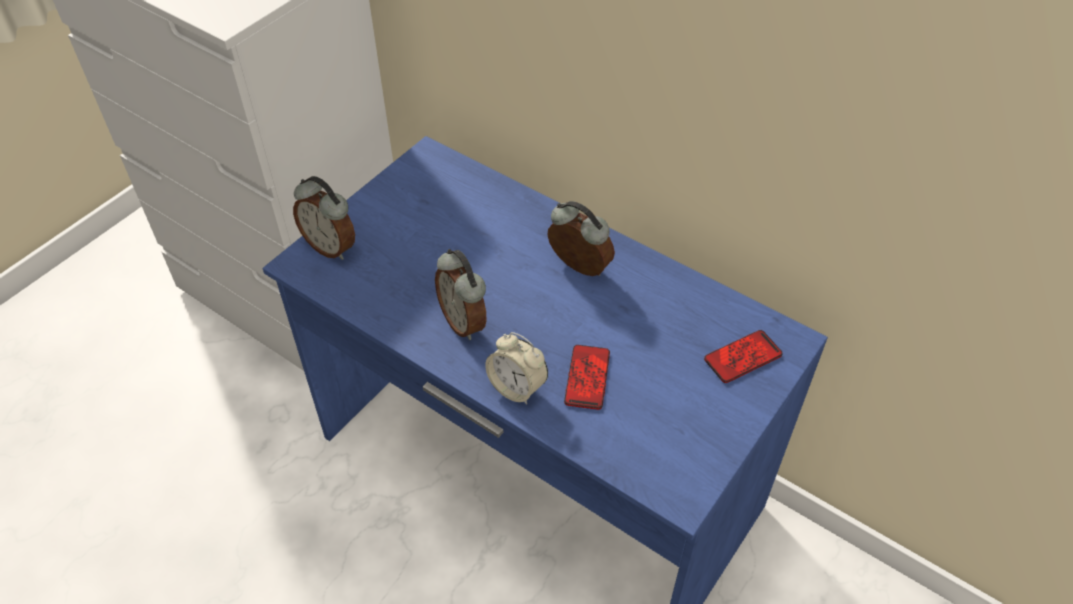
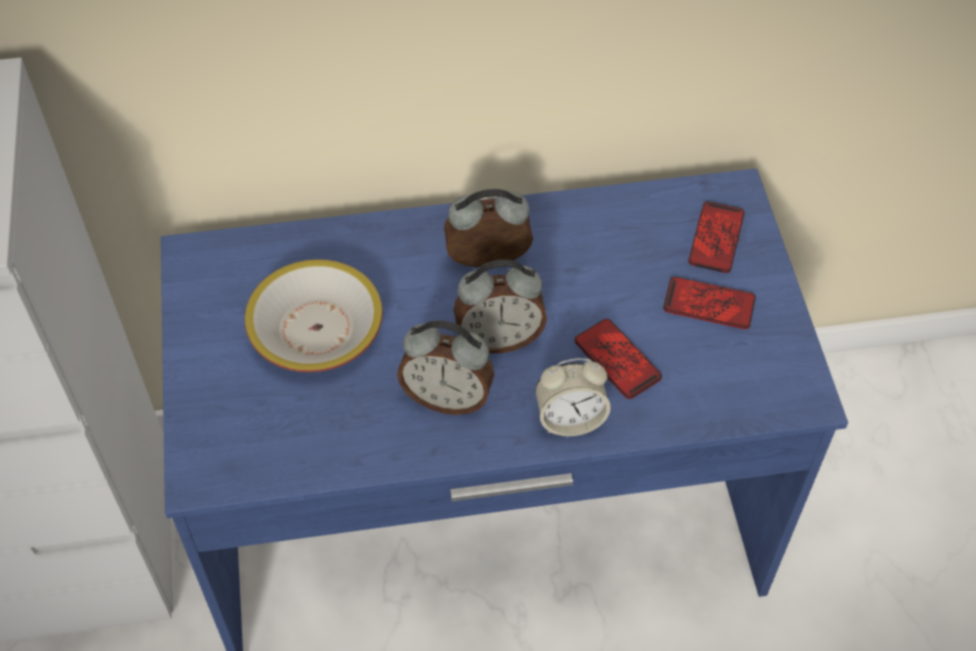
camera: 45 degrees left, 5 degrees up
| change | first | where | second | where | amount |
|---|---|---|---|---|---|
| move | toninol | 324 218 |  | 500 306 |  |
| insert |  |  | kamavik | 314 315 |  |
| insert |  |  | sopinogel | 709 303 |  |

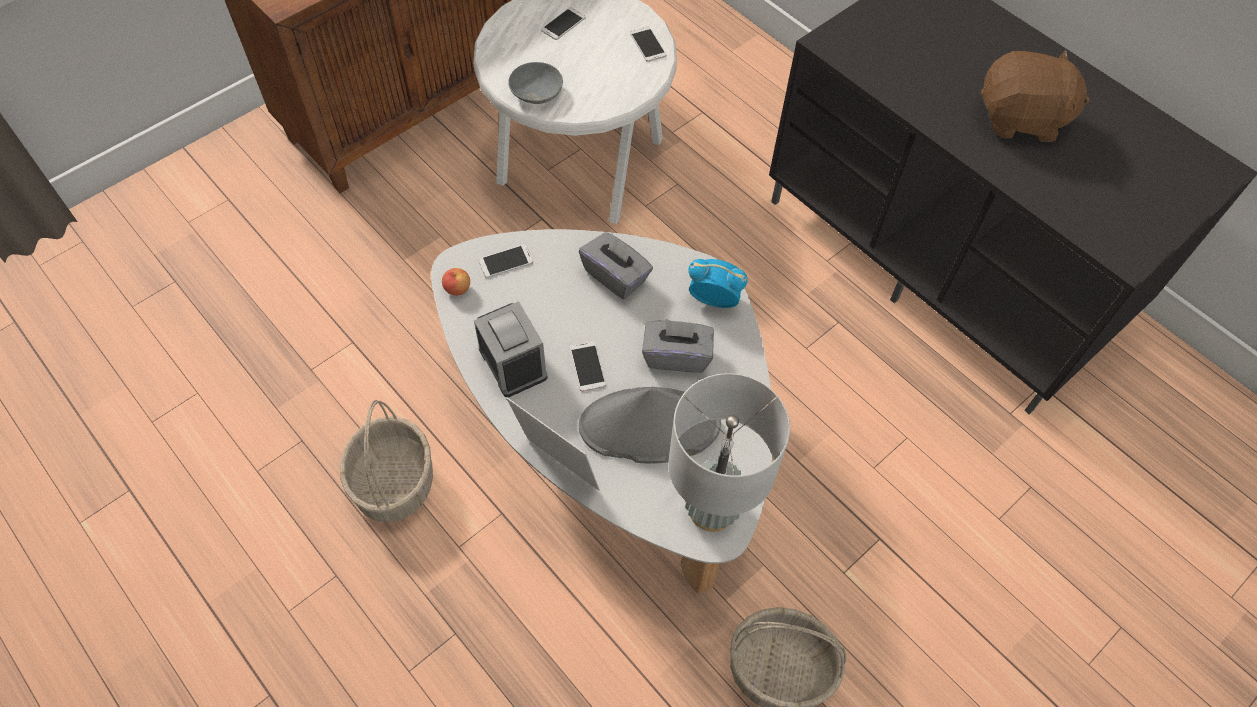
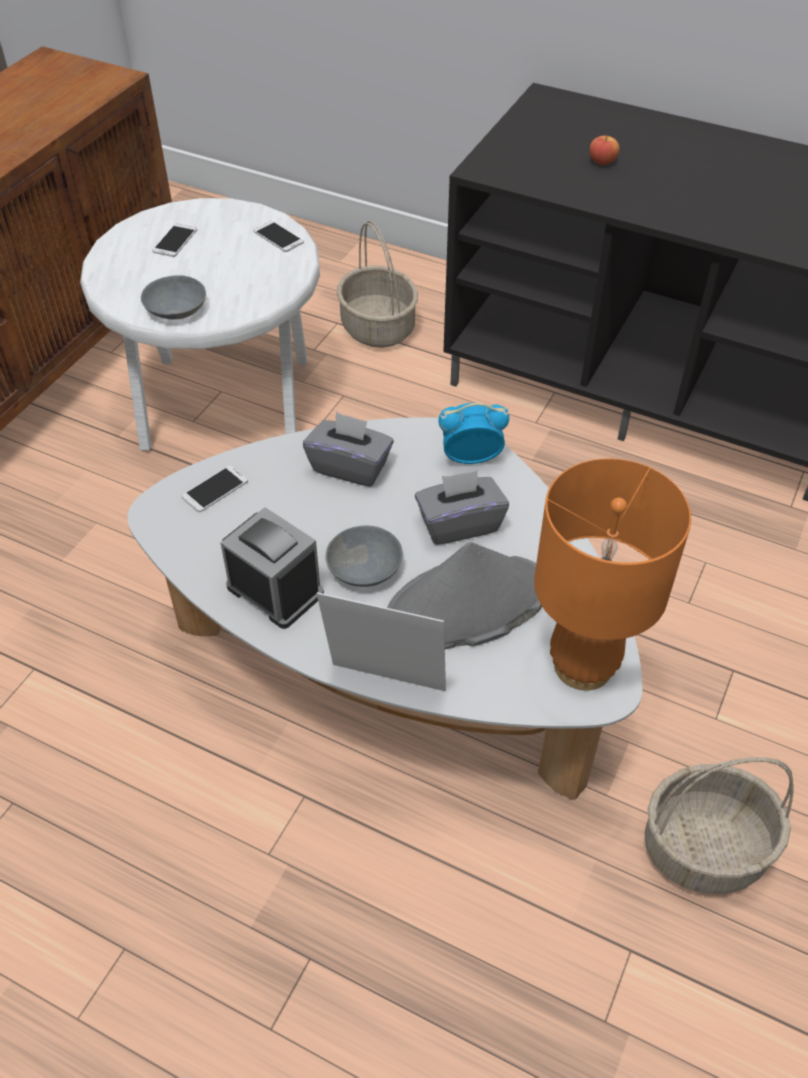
camera: 20 degrees left, 10 degrees down
| change | first | where | second | where | amount |
|---|---|---|---|---|---|
| delete | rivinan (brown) | 1035 96 |  |  |  |
| move | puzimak | 456 282 |  | 604 150 |  |
| replace | sopinogel | 588 366 | kamavik (grey) | 364 556 |  |
| recolor | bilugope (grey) | 729 452 | bilugope (orange) | 612 574 |  |
| move | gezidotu | 386 461 |  | 377 284 |  |

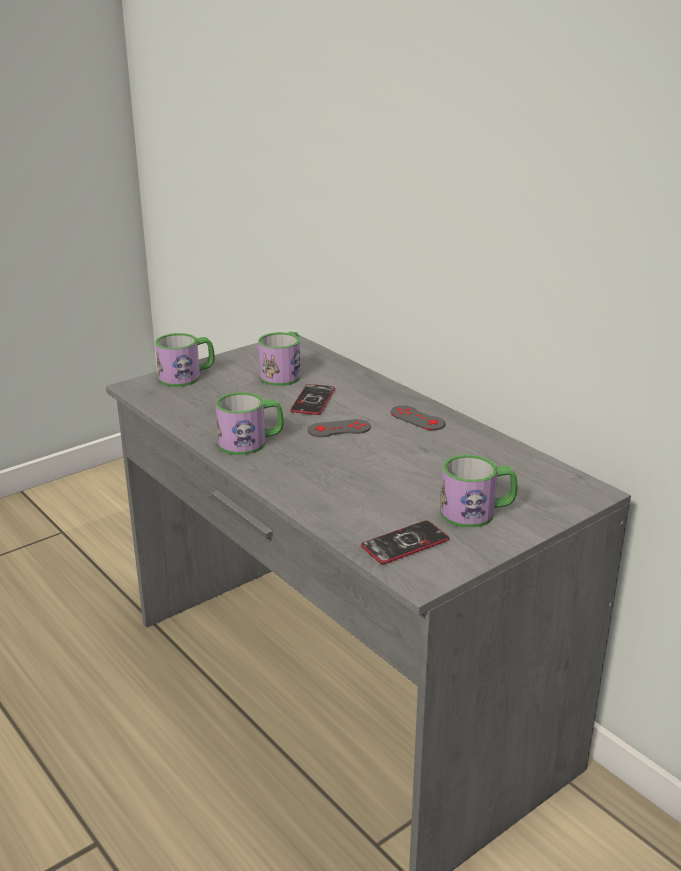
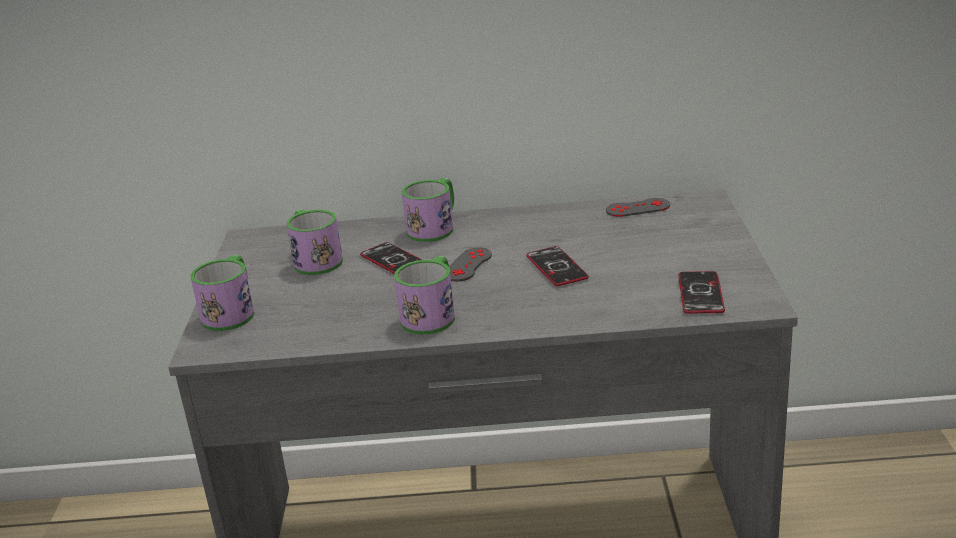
camera: 50 degrees left, 0 degrees up
| change | first | where | second | where | amount |
|---|---|---|---|---|---|
| move | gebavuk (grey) | 418 418 |  | 638 207 |  |
| move | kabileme | 478 491 |  | 428 210 |  |
| insert |  |  | sopinogel | 557 266 |  |

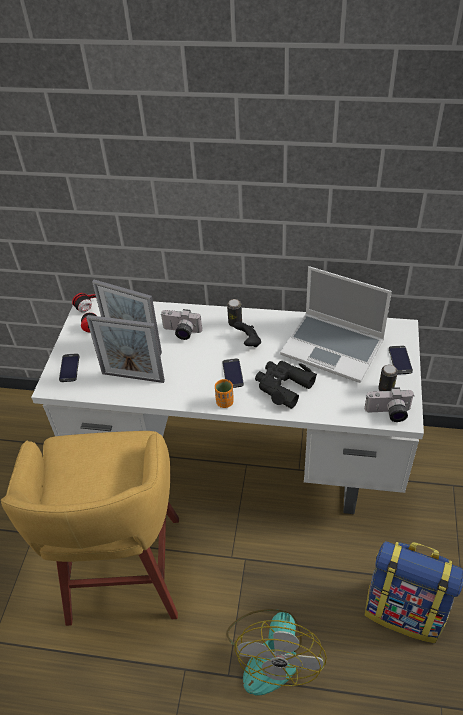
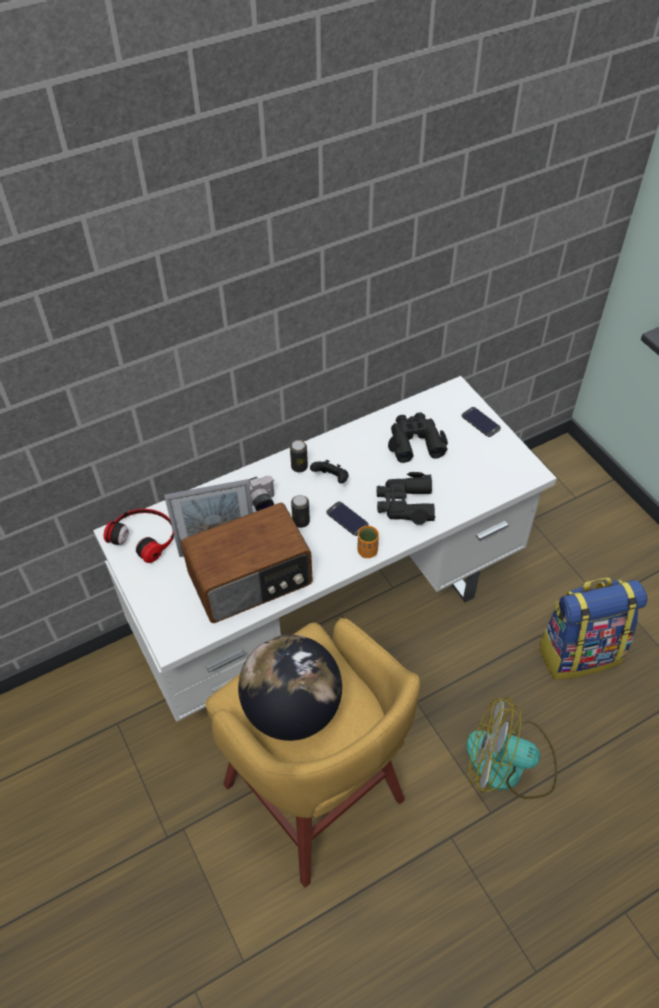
camera: 40 degrees left, 5 degrees up
| change | first | where | second | where | amount |
|---|---|---|---|---|---|
| replace | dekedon | 336 324 | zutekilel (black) | 418 437 |  |
| replace | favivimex | 125 349 | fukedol | 247 563 |  |
| delete | sopinogel | 69 367 |  |  |  |
| move | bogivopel | 388 378 |  | 300 511 |  |
| delete | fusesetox | 390 404 |  |  |  |
| rotate | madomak | 276 652 |  | 511 748 | 135 degrees clockwise |
| insert |  |  | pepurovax | 290 688 |  |

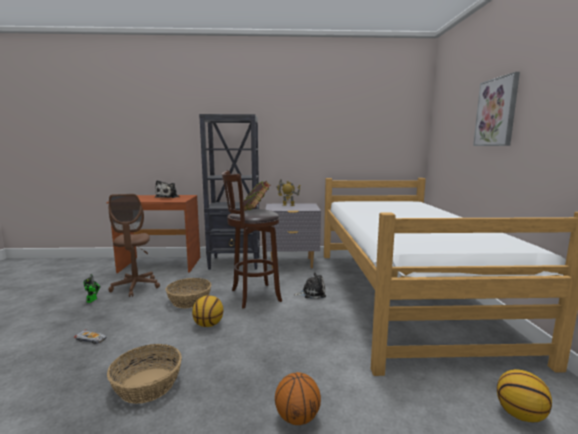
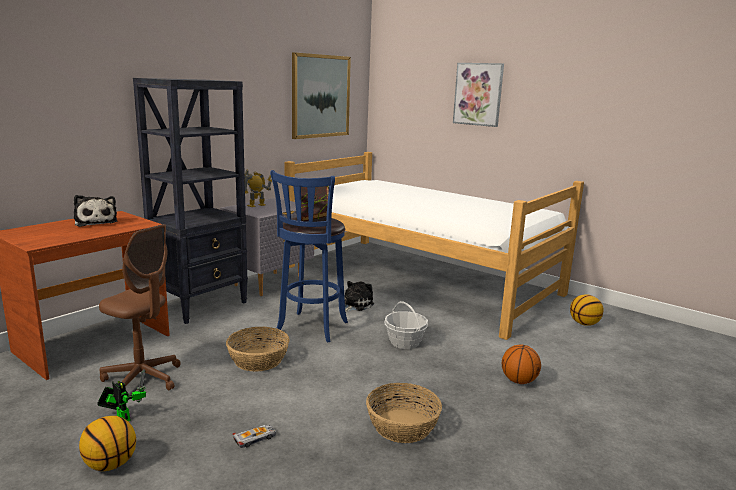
camera: 50 degrees left, 5 degrees up
| change | first | where | second | where | amount |
|---|---|---|---|---|---|
| recolor | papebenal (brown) | 252 239 | papebenal (blue) | 309 256 |  |
| move | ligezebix | 207 311 |  | 107 443 |  |
| insert |  |  | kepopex | 321 95 |  |
| insert |  |  | gezidotu | 406 325 |  |

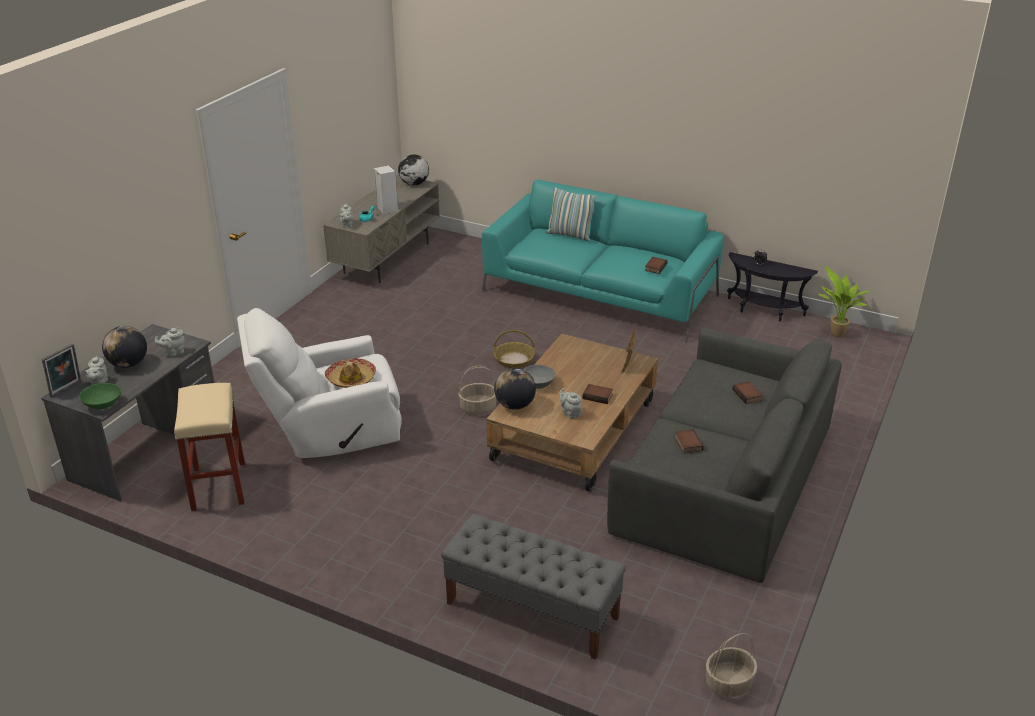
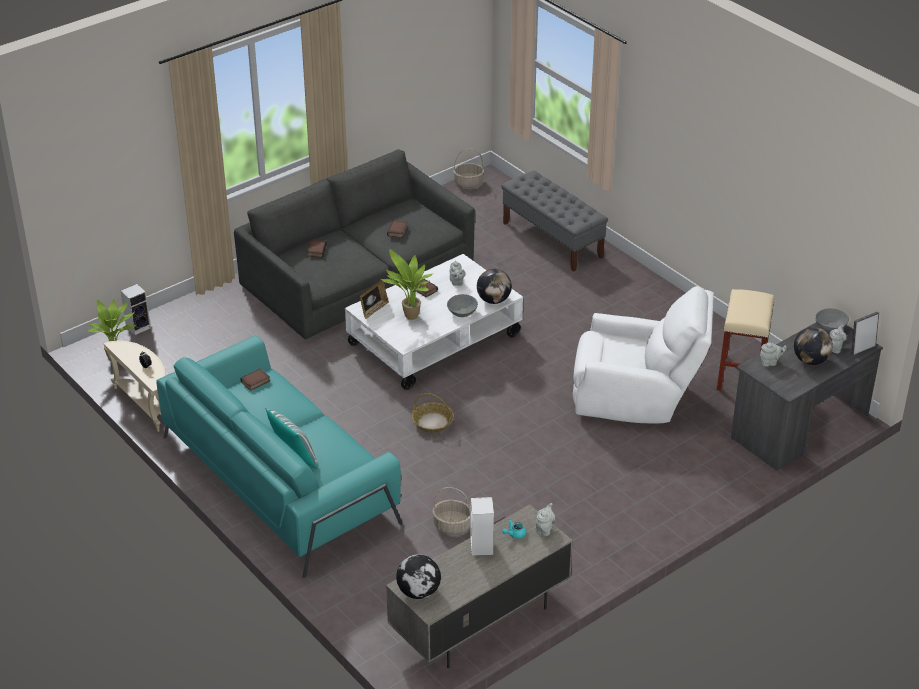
camera: 155 degrees left, 5 degrees up
| change | first | where | second | where | amount |
|---|---|---|---|---|---|
| recolor | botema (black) | 772 286 | botema (beige) | 134 386 |  |
| recolor | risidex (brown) | 572 413 | risidex (white) | 434 322 |  |
| delete | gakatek | 350 373 |  |  |  |
| move | gezidotu | 477 390 |  | 451 510 |  |
| recolor | kamavik (green) | 100 396 | kamavik (grey) | 832 319 |  |
| insert |  |  | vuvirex | 406 284 |  |
| insert |  |  | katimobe | 136 309 |  |

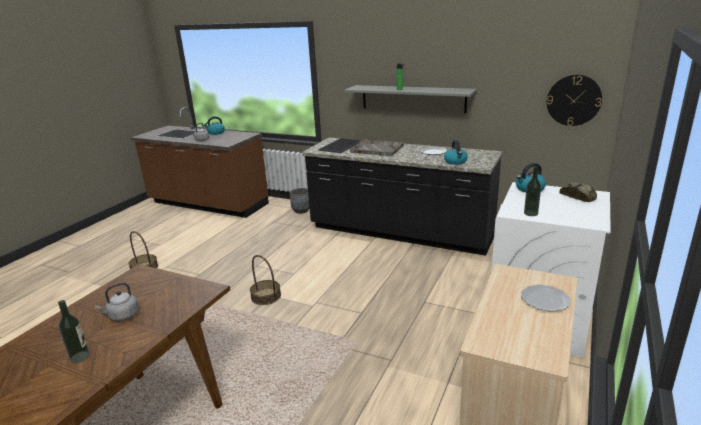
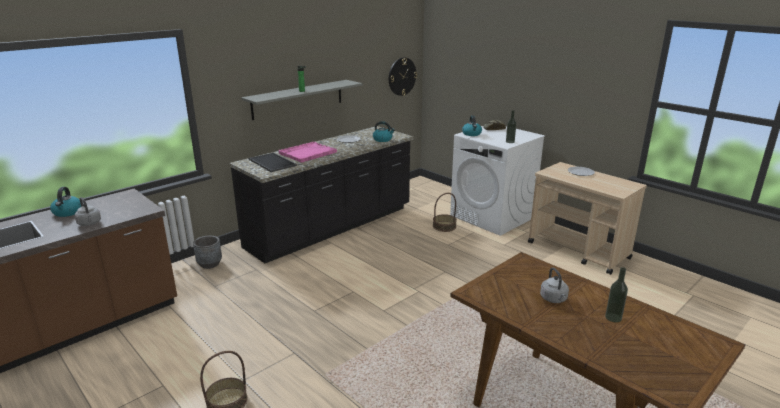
camera: 70 degrees left, 0 degrees up
| change | first | where | second | where | amount |
|---|---|---|---|---|---|
| recolor | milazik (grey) | 377 147 | milazik (pink) | 308 152 |  |
| move | gezidotu | 265 280 |  | 445 212 |  |

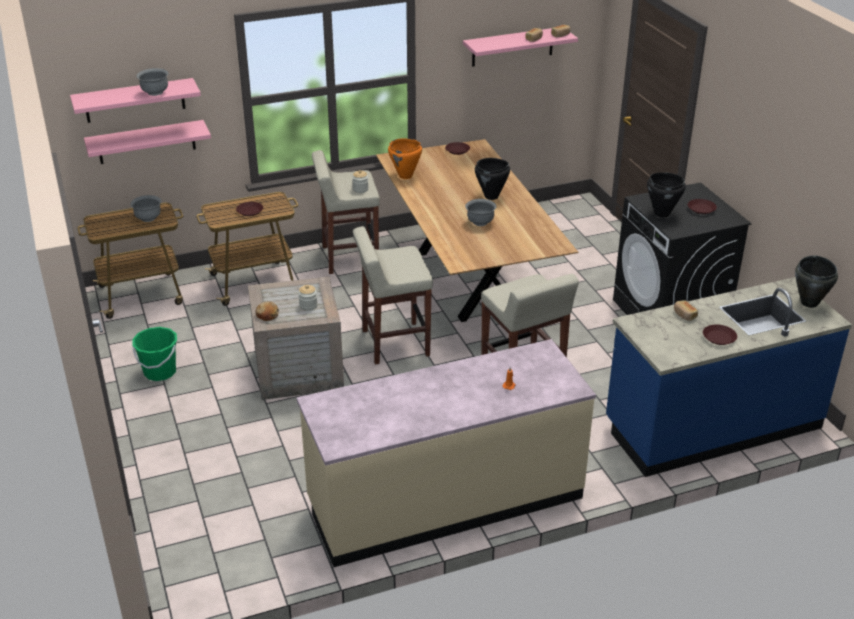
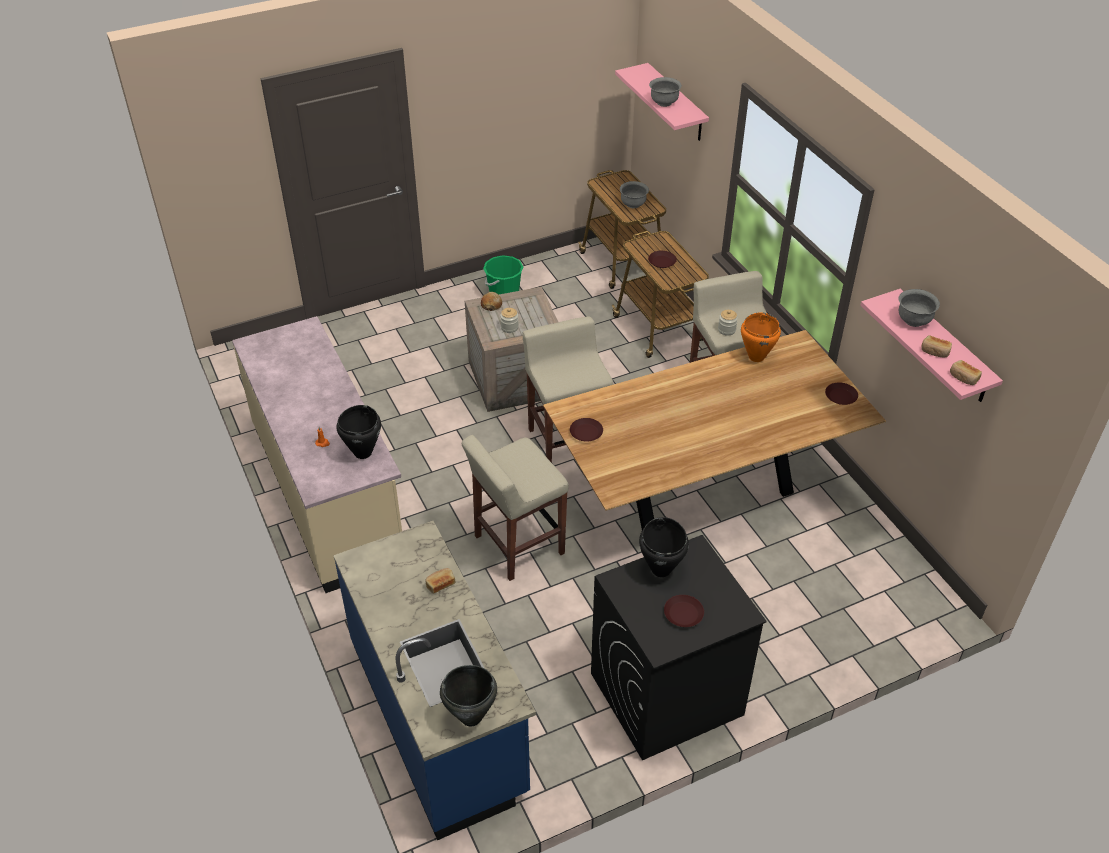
camera: 85 degrees right, 10 degrees up
| change | first | where | second | where | amount |
|---|---|---|---|---|---|
| delete | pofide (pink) | 147 142 |  |  |  |
| move | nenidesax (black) | 492 179 |  | 358 432 |  |
| move | kamavik (grey) | 480 212 |  | 919 308 |  |
| move | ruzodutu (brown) | 720 334 |  | 586 430 |  |

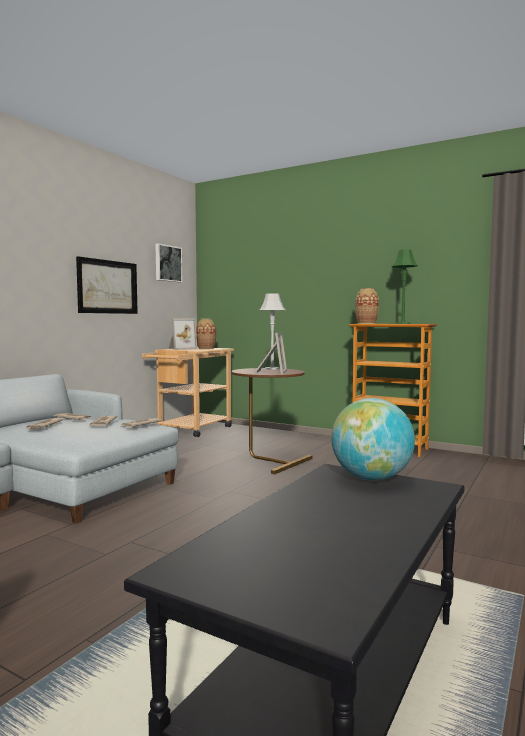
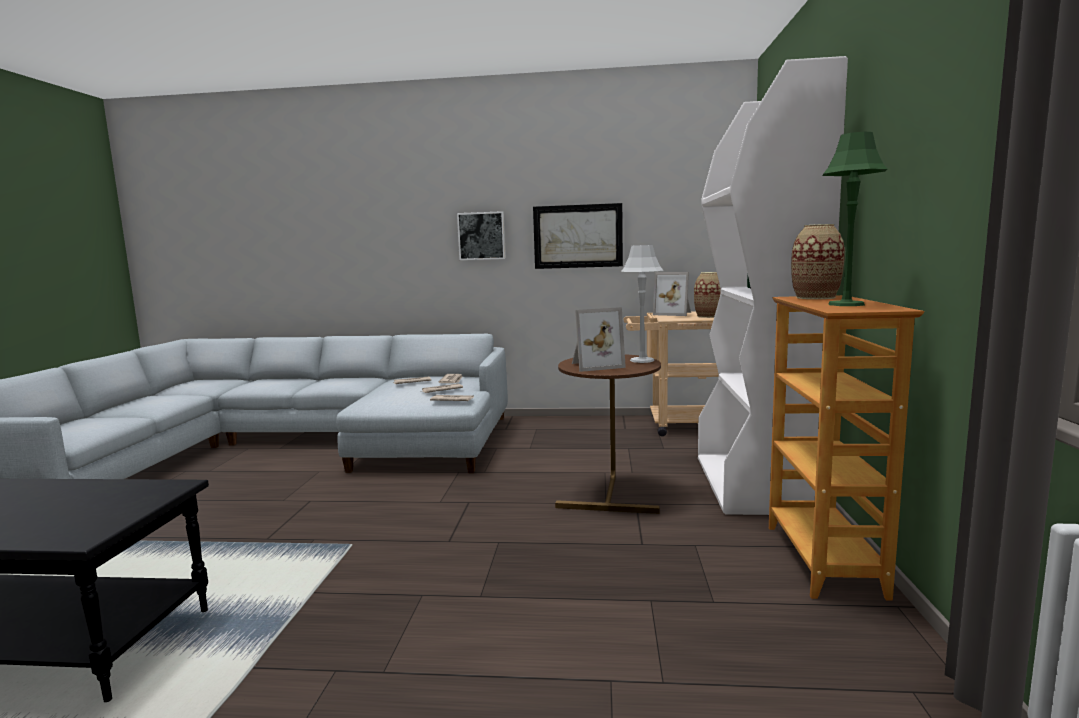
camera: 65 degrees right, 5 degrees up
| change | first | where | second | where | amount |
|---|---|---|---|---|---|
| move | kepopex | 169 262 |  | 481 235 |  |
| delete | pepurovax | 373 439 |  |  |  |
| insert |  |  | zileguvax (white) | 773 285 |  |

